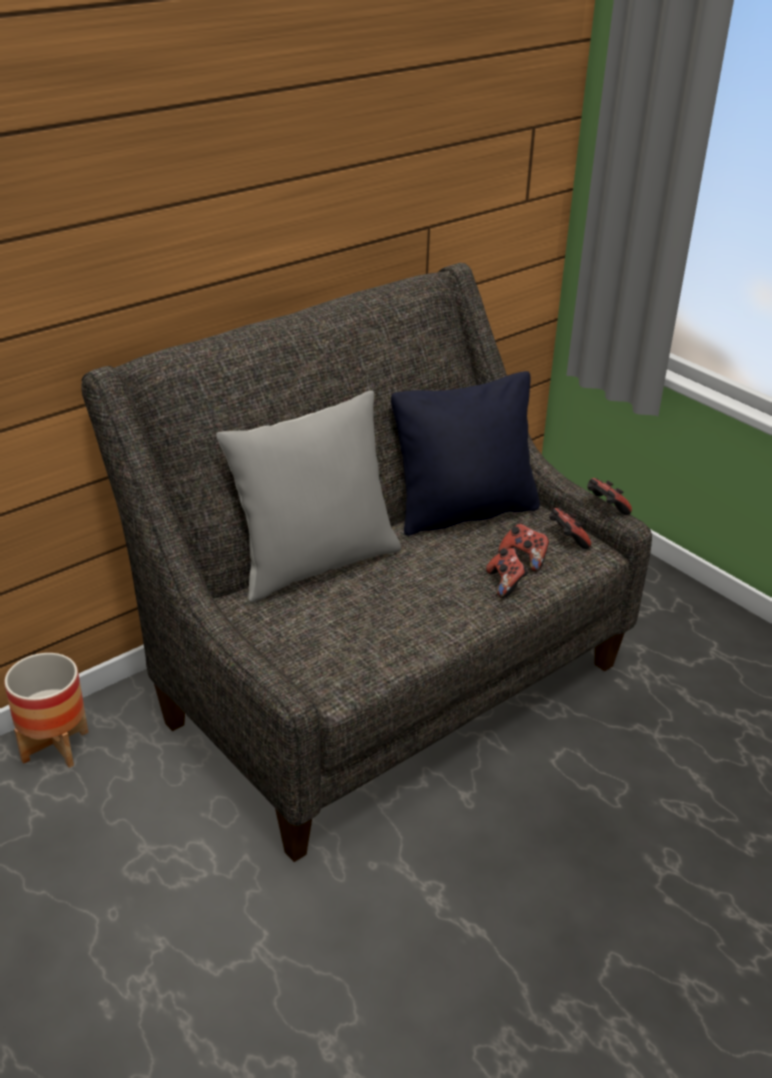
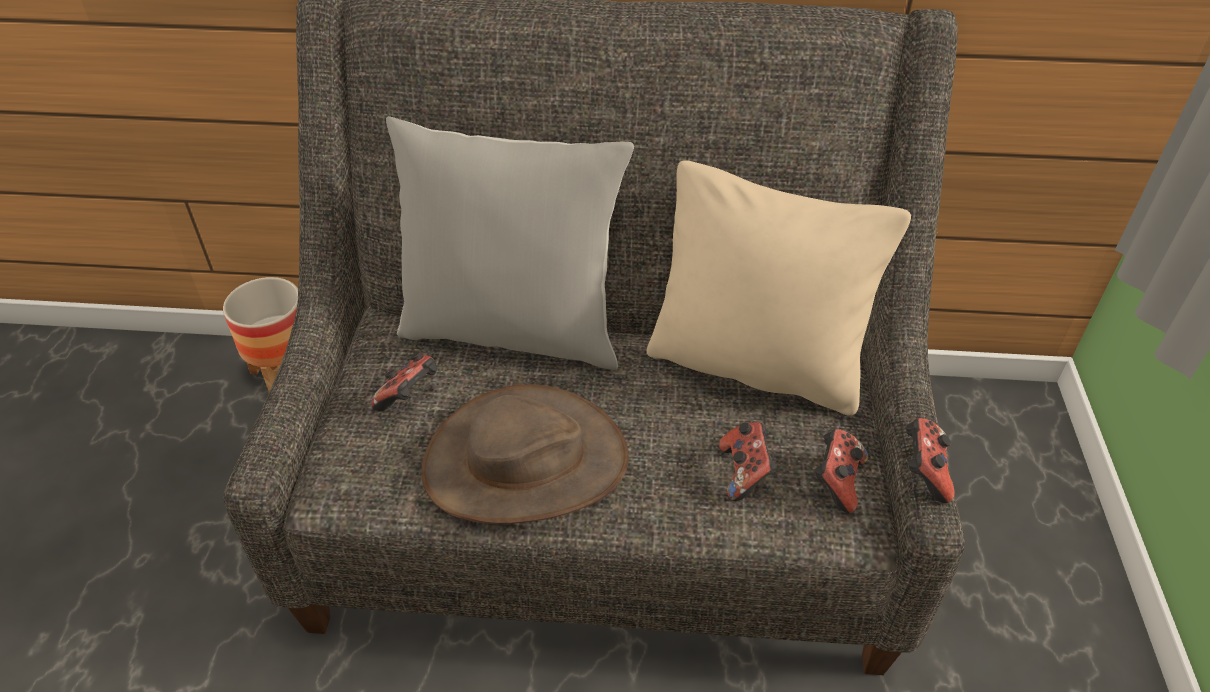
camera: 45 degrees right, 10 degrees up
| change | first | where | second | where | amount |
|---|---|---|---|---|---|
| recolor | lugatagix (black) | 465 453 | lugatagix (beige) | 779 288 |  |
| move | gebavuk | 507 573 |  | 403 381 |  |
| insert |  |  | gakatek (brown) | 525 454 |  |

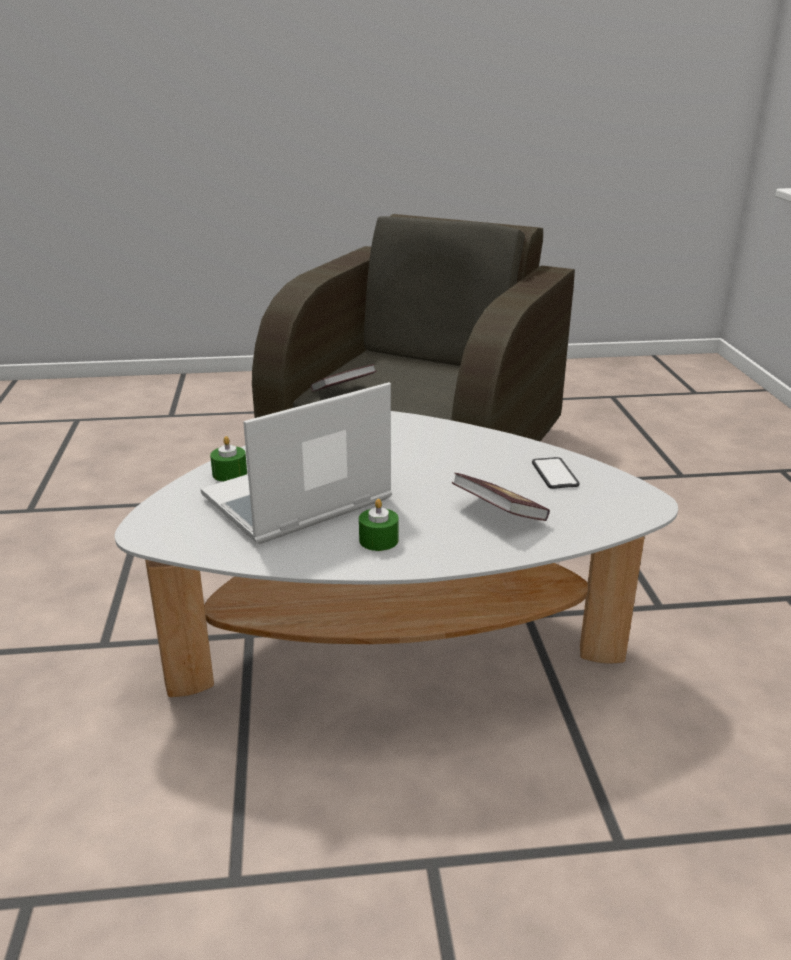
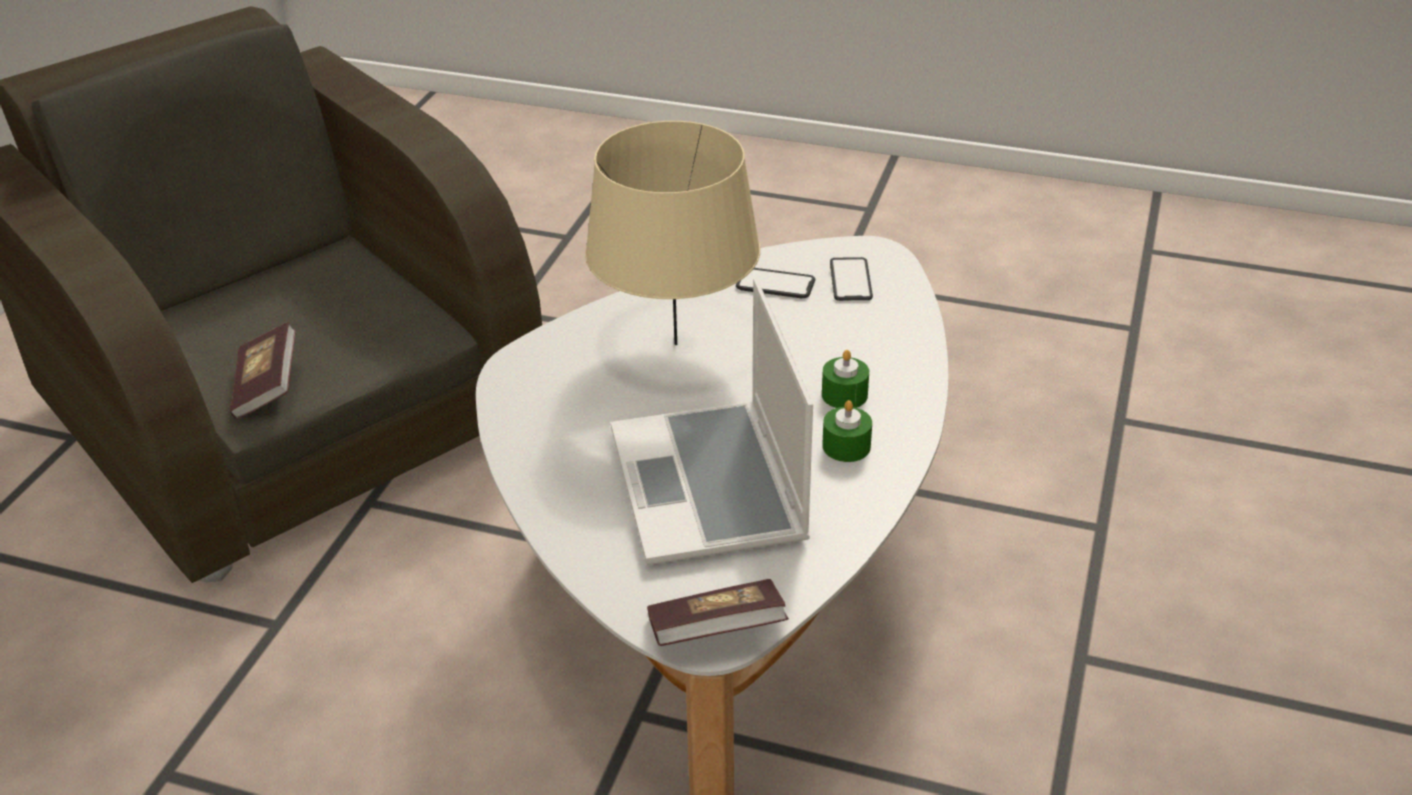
camera: 65 degrees left, 10 degrees up
| change | first | where | second | where | amount |
|---|---|---|---|---|---|
| move | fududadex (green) | 228 459 |  | 845 379 |  |
| move | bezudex | 501 497 |  | 718 612 |  |
| insert |  |  | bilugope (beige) | 672 233 |  |
| insert |  |  | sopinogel | 851 279 |  |

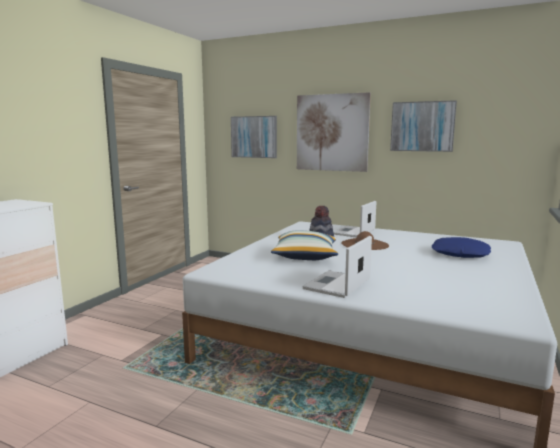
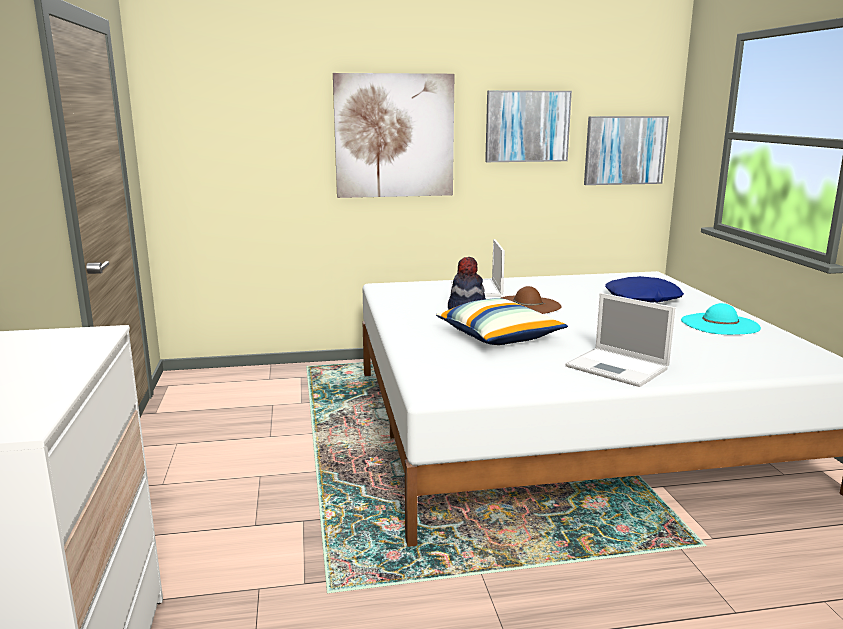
camera: 35 degrees left, 5 degrees up
| change | first | where | second | where | amount |
|---|---|---|---|---|---|
| move | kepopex | 254 137 |  | 626 150 |  |
| rotate | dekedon | 337 267 |  | 620 340 | 45 degrees counterclockwise |
| insert |  |  | gakatek (turquoise) | 721 319 |  |

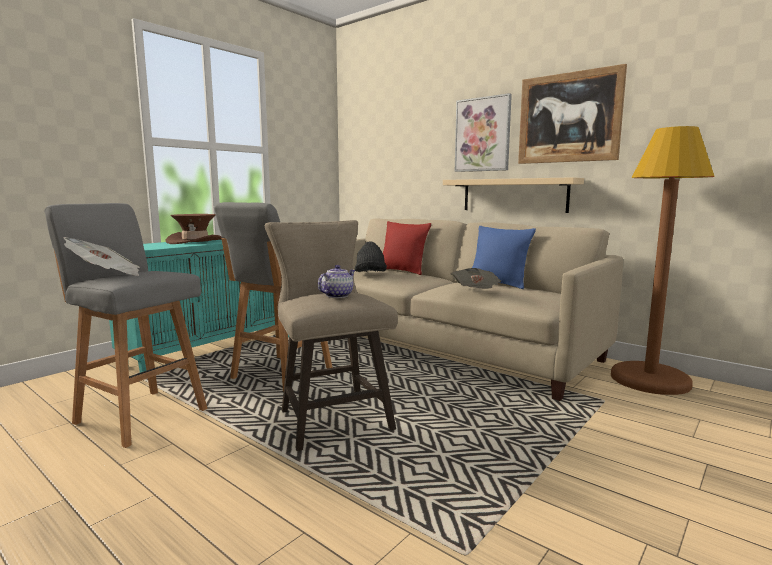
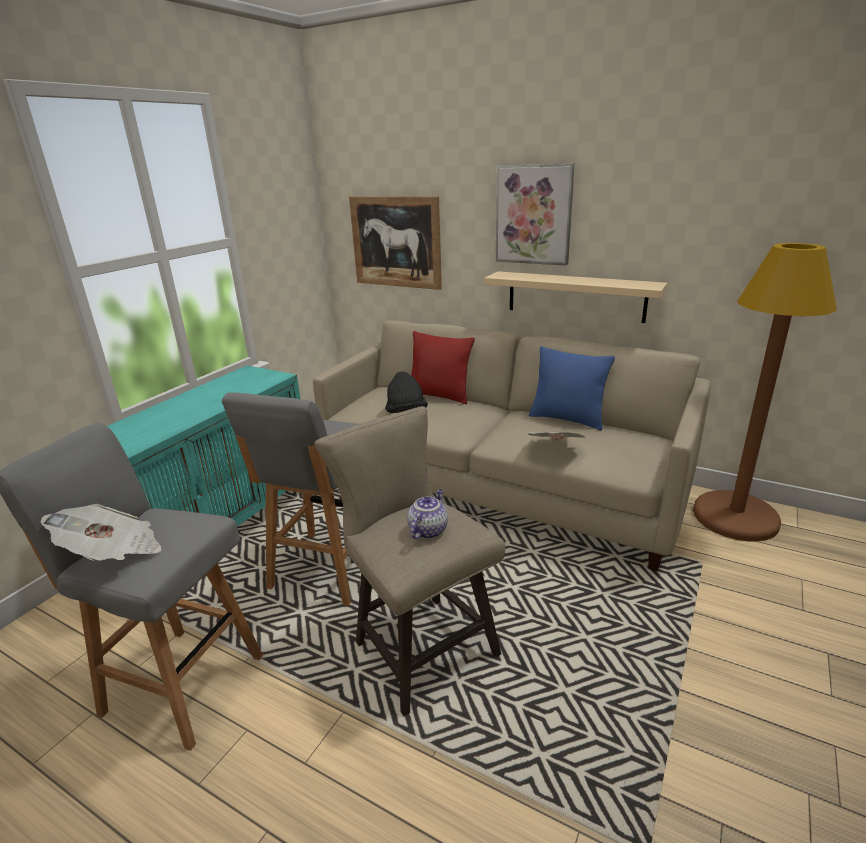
camera: 10 degrees left, 15 degrees up
| change | first | where | second | where | amount |
|---|---|---|---|---|---|
| move | kepopex | 572 114 |  | 395 243 |  |
| delete | gakatek (brown) | 194 229 |  |  |  |

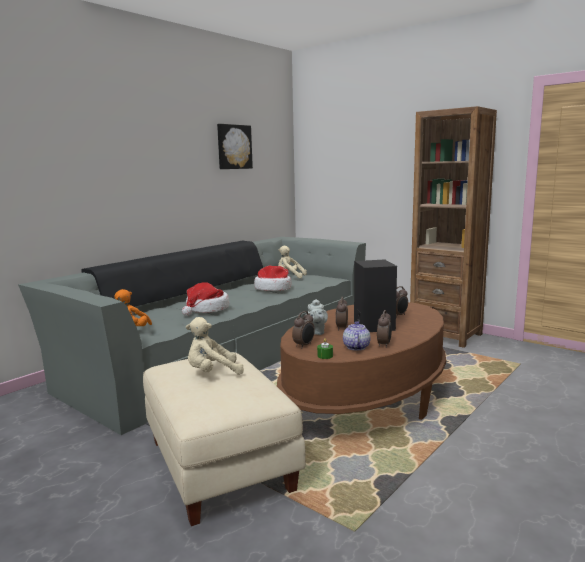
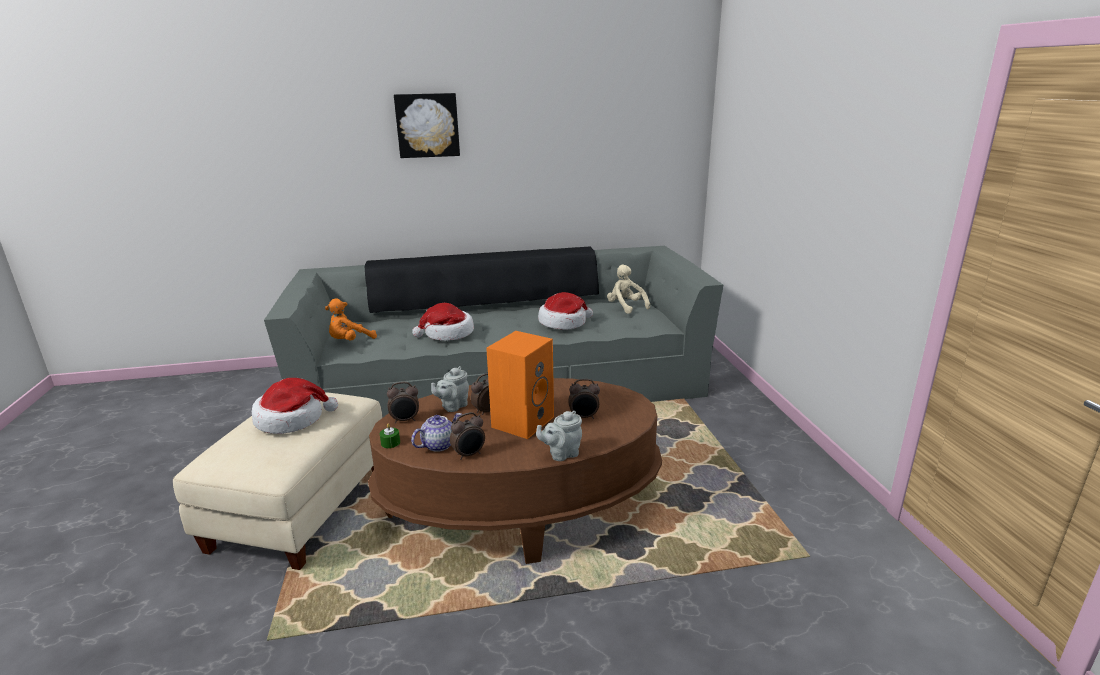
camera: 40 degrees right, 10 degrees up
| change | first | where | second | where | amount |
|---|---|---|---|---|---|
| delete | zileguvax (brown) | 453 227 |  |  |  |
| move | kepopex | 235 146 |  | 427 125 |  |
| recolor | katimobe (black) | 375 295 | katimobe (orange) | 520 385 |  |
| replace | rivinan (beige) | 215 346 | gakatek | 295 406 |  |
| insert |  |  | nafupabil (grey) | 559 436 |  |

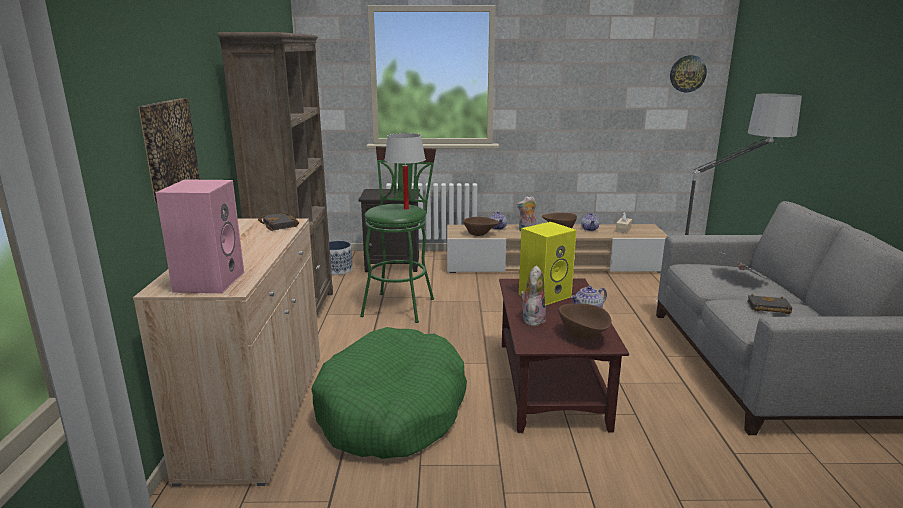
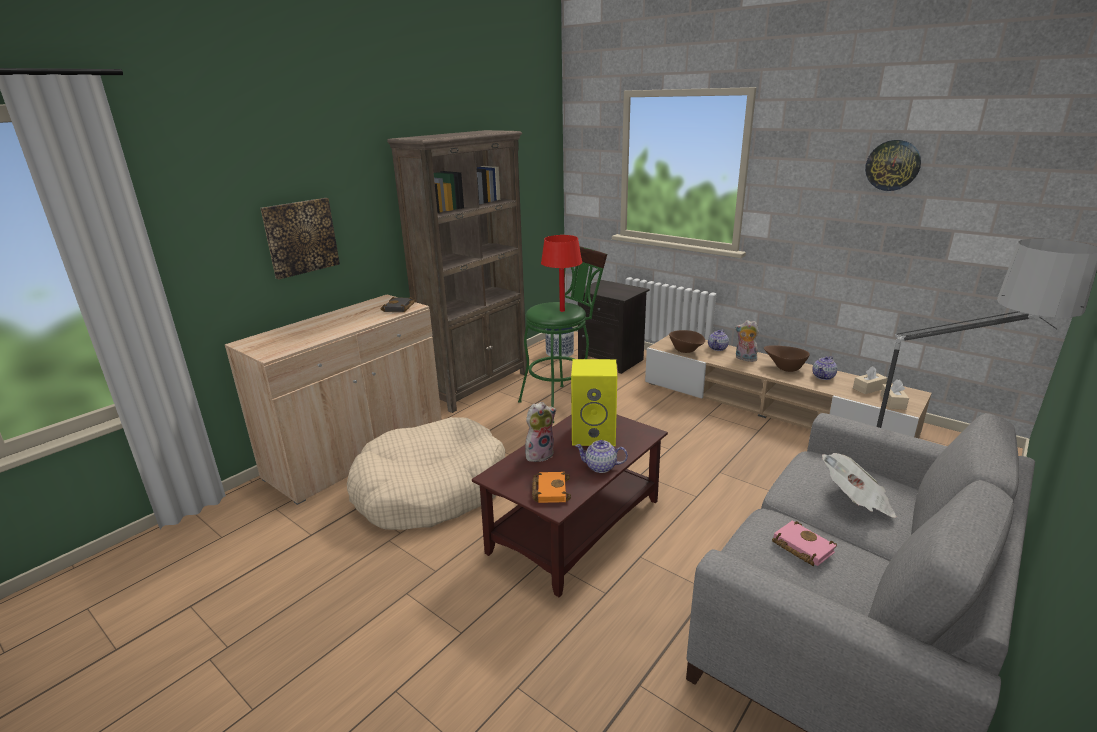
camera: 40 degrees right, 5 degrees up
| change | first | where | second | where | amount |
|---|---|---|---|---|---|
| move | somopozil | 688 73 |  | 893 165 |  |
| recolor | bilugope (white) | 405 171 | bilugope (red) | 561 273 |  |
| delete | katimobe (pink) | 200 236 |  |  |  |
| recolor | bezudex (black) | 769 304 | bezudex (pink) | 804 543 |  |
| replace | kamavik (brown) | 585 321 | bezudex (orange) | 551 487 |  |
| recolor | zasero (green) | 389 393 | zasero (beige) | 426 473 |  |
| insert |  |  | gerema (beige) | 894 394 |  |

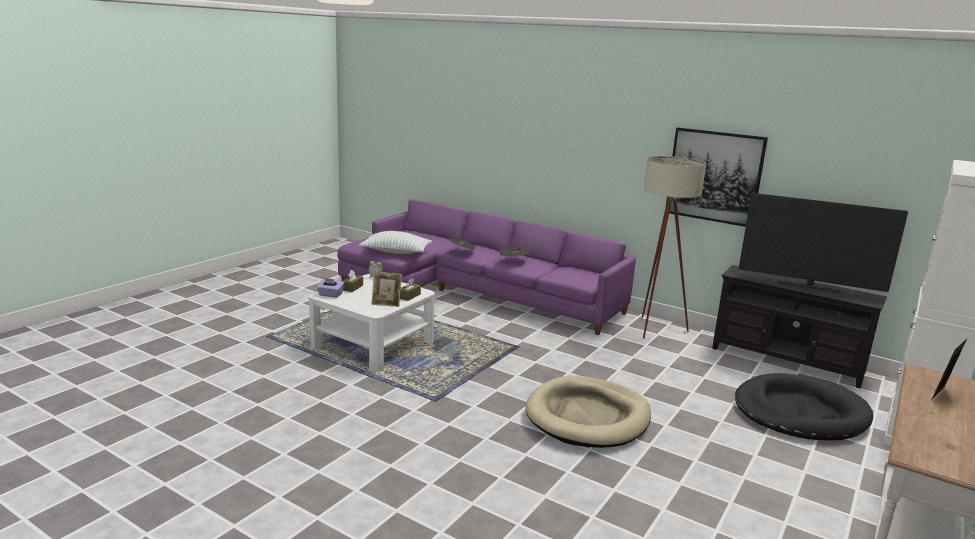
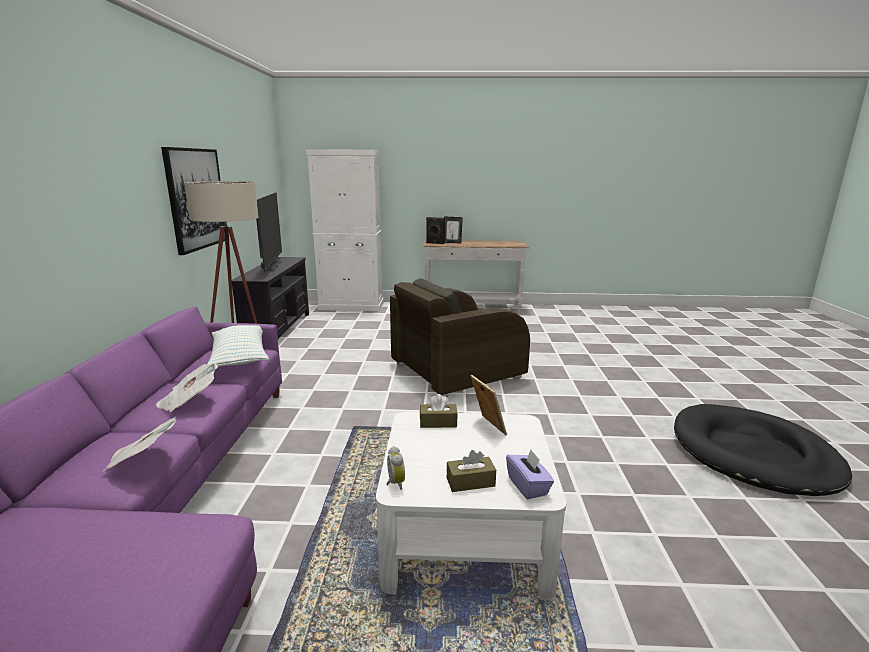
camera: 120 degrees left, 0 degrees up
| change | first | where | second | where | amount |
|---|---|---|---|---|---|
| move | lugatagix | 395 242 |  | 238 346 |  |
| move | zasero (black) | 804 406 |  | 763 450 |  |
| replace | zasero (beige) | 588 411 | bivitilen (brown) | 460 337 |  |
| insert |  |  | katimobe (black) | 435 230 |  |

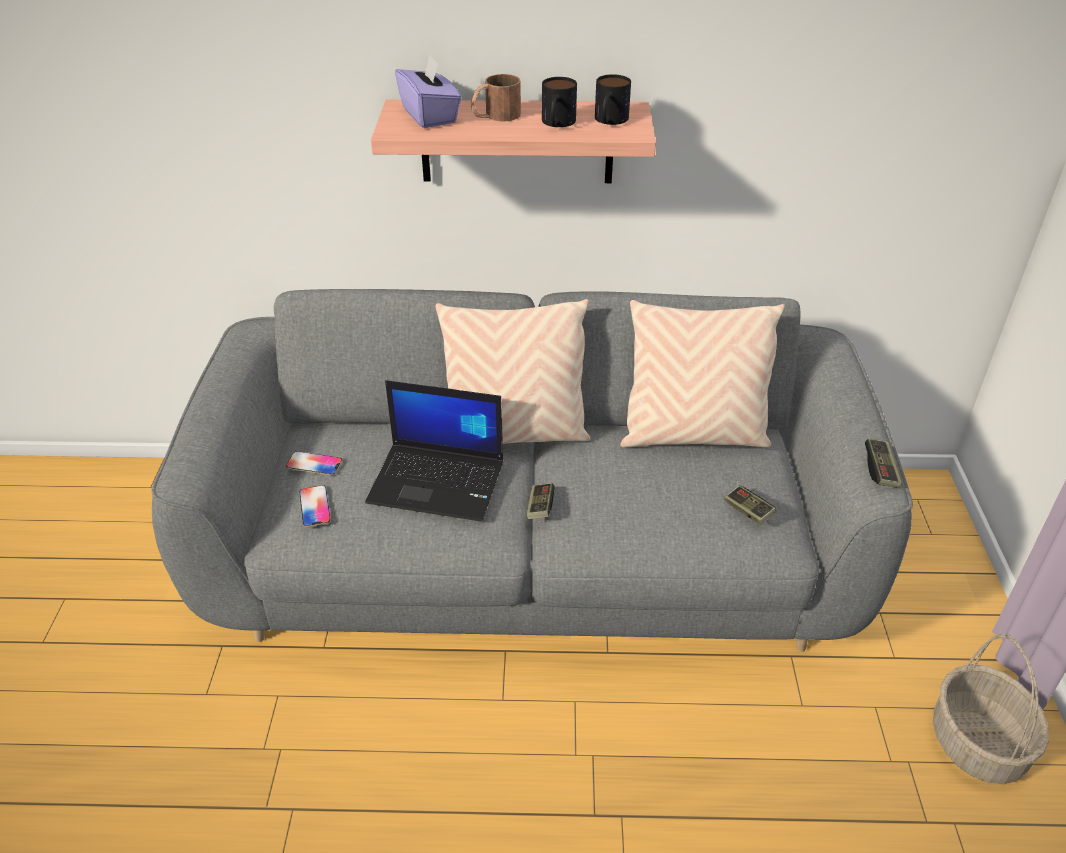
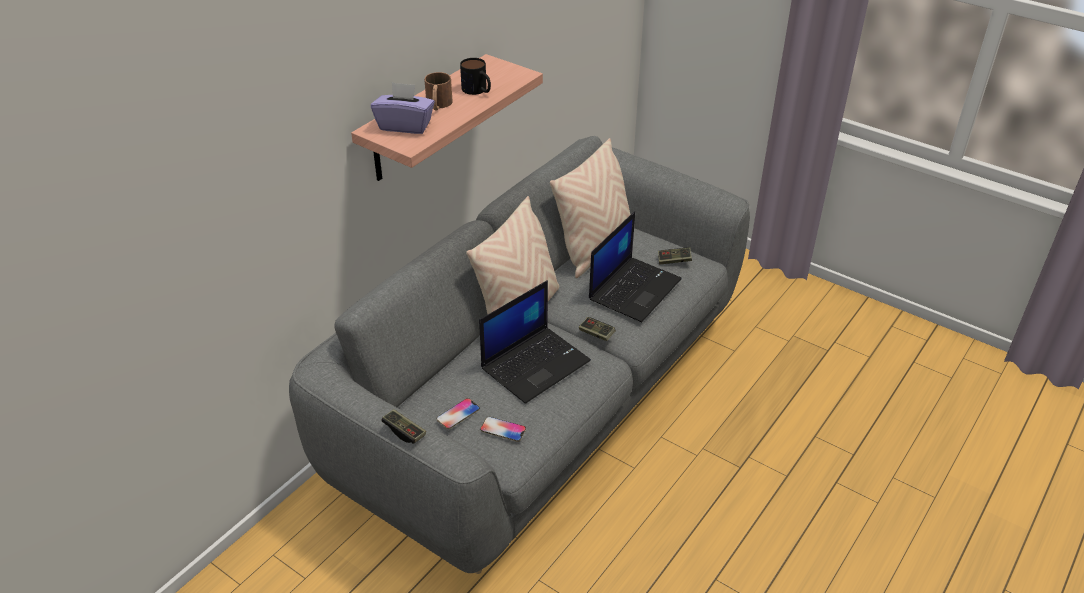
camera: 55 degrees left, 0 degrees up
| change | first | where | second | where | amount |
|---|---|---|---|---|---|
| delete | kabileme | 613 99 |  |  |  |
| move | gebavuk | 883 463 |  | 403 426 |  |
| delete | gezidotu | 991 708 |  |  |  |
| insert |  |  | dekedon | 635 266 |  |

